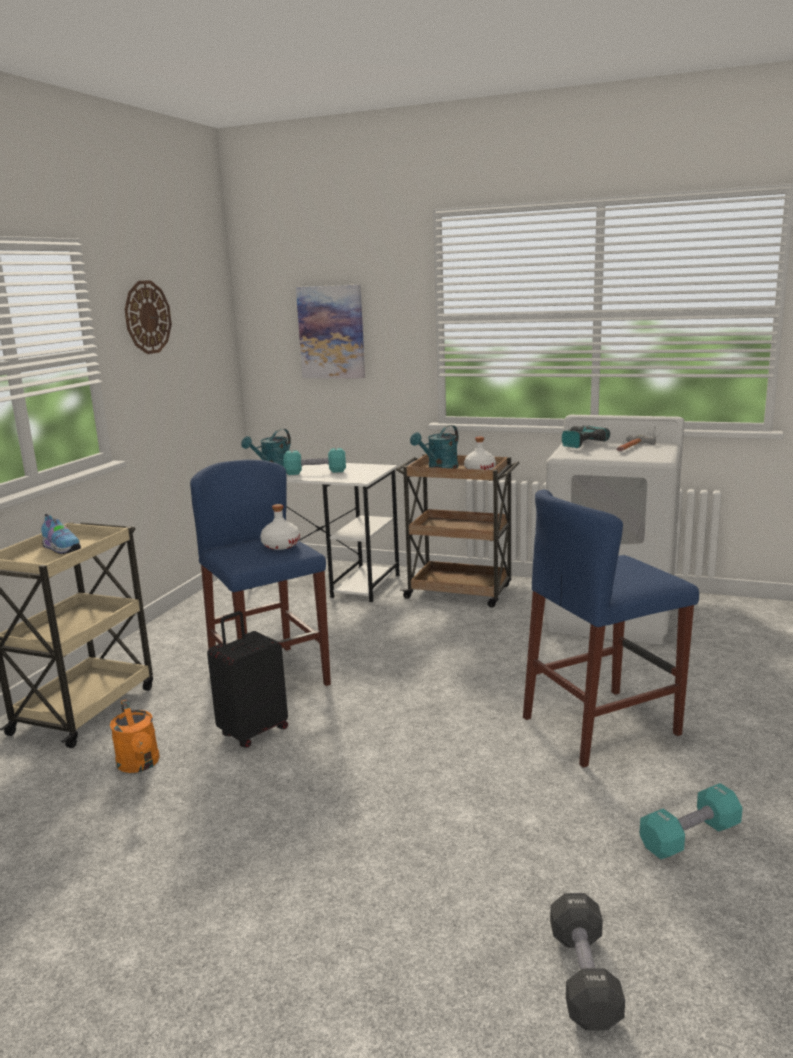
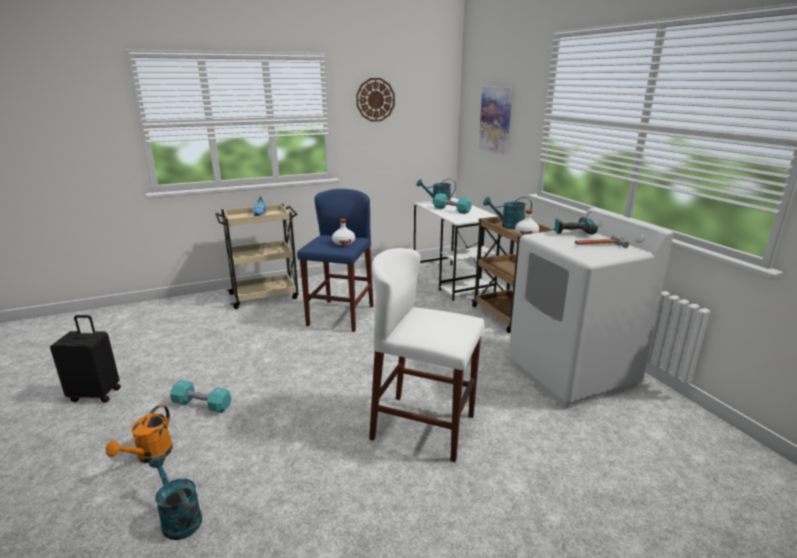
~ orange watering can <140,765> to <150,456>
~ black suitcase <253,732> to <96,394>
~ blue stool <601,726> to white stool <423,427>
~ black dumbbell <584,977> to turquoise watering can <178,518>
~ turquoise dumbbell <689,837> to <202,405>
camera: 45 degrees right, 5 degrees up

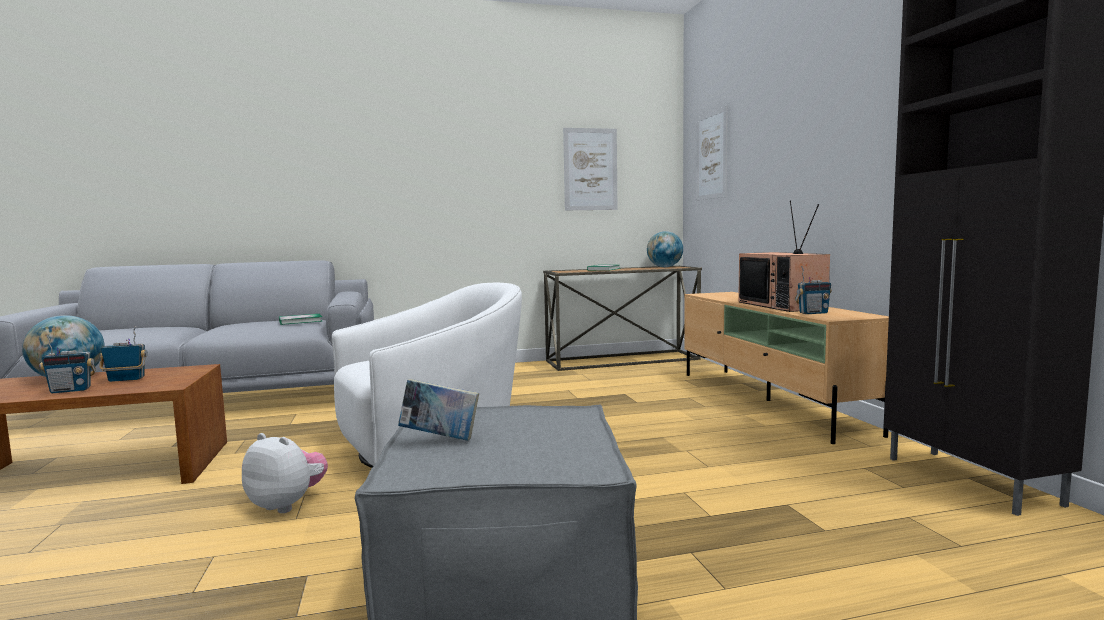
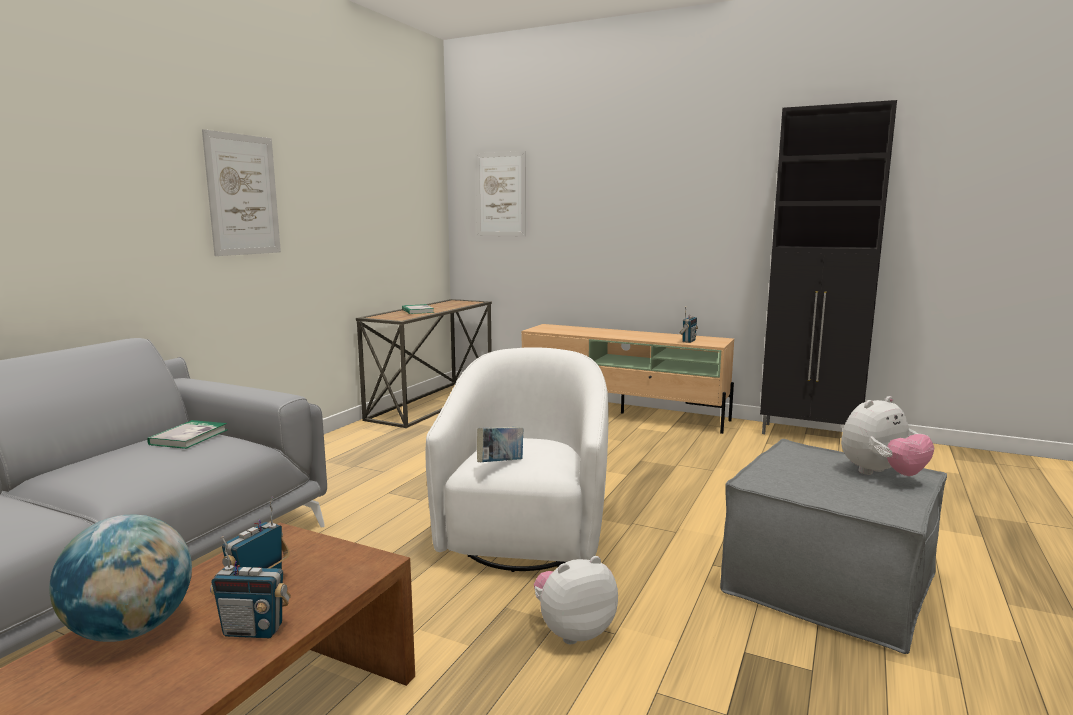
~ radio <71,390> = <253,630> 75 degrees clockwise
~ book <440,438> to <500,463>
~ picture <590,169> to <243,195>
- globe <664,267>
- television <783,305>
+ plush toy <881,474>
camera: 50 degrees left, 5 degrees up

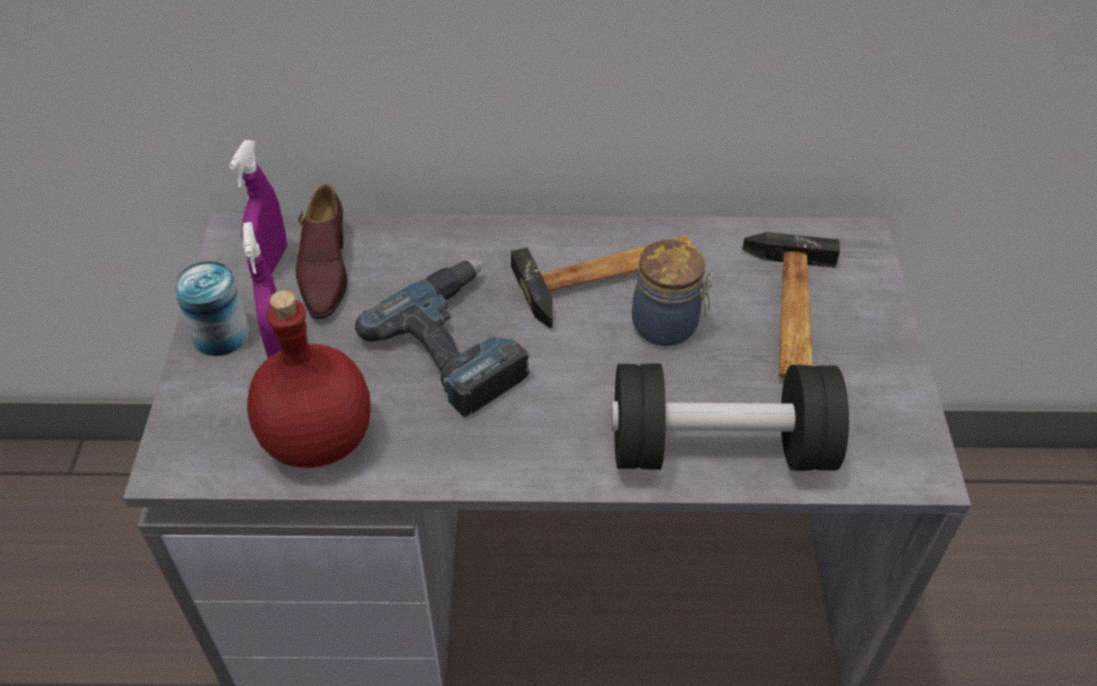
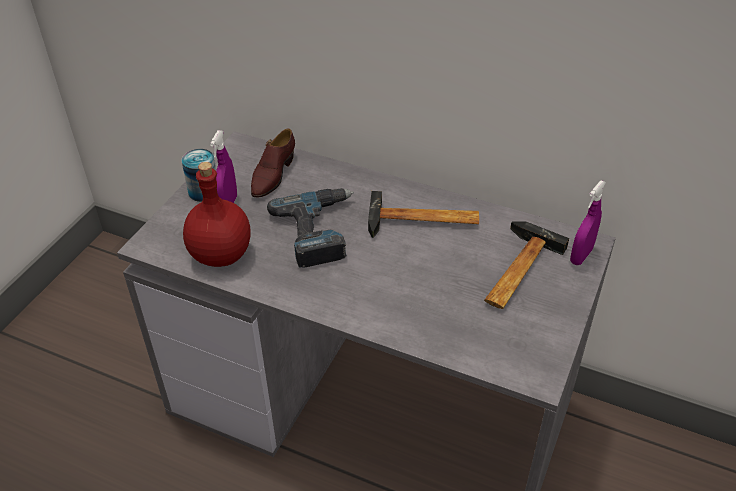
~ purple spray bottle <271,261> to <581,256>
- black dumbbell <719,447>
- jar <667,326>
camera: 25 degrees right, 5 degrees down

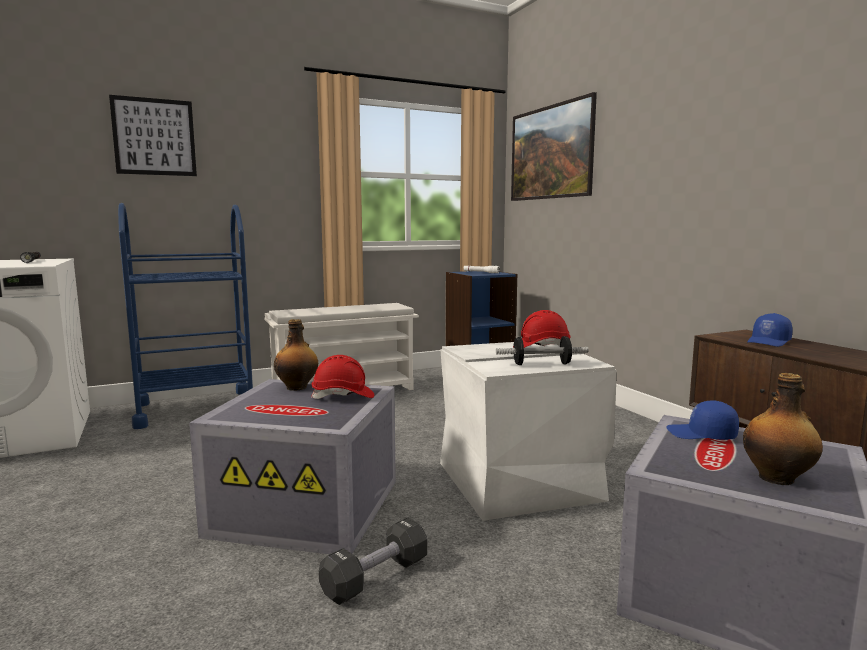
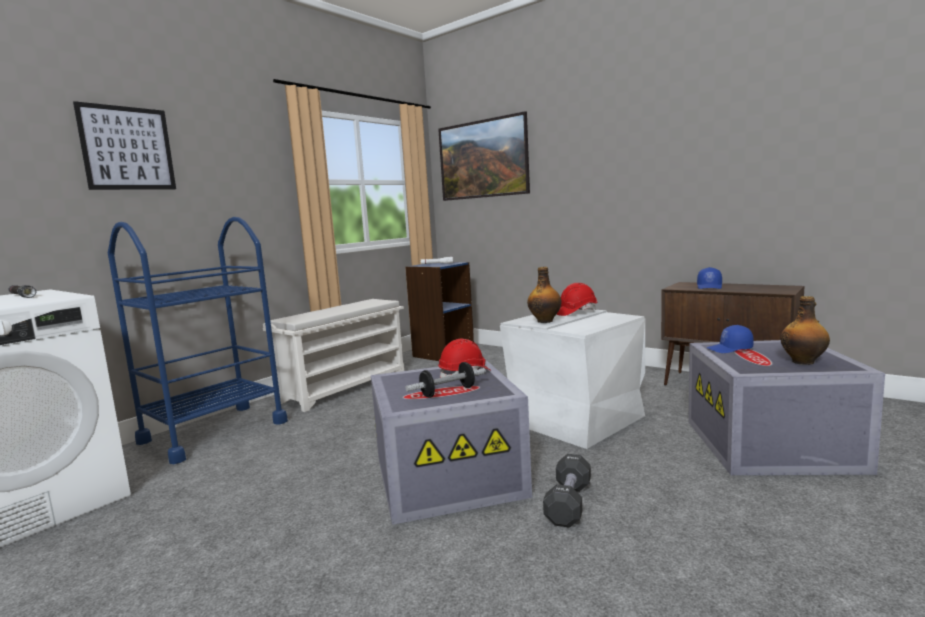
~ bottle <297,387> to <545,321>
~ dumbbell <541,364> to <447,392>
camera: 25 degrees left, 0 degrees up

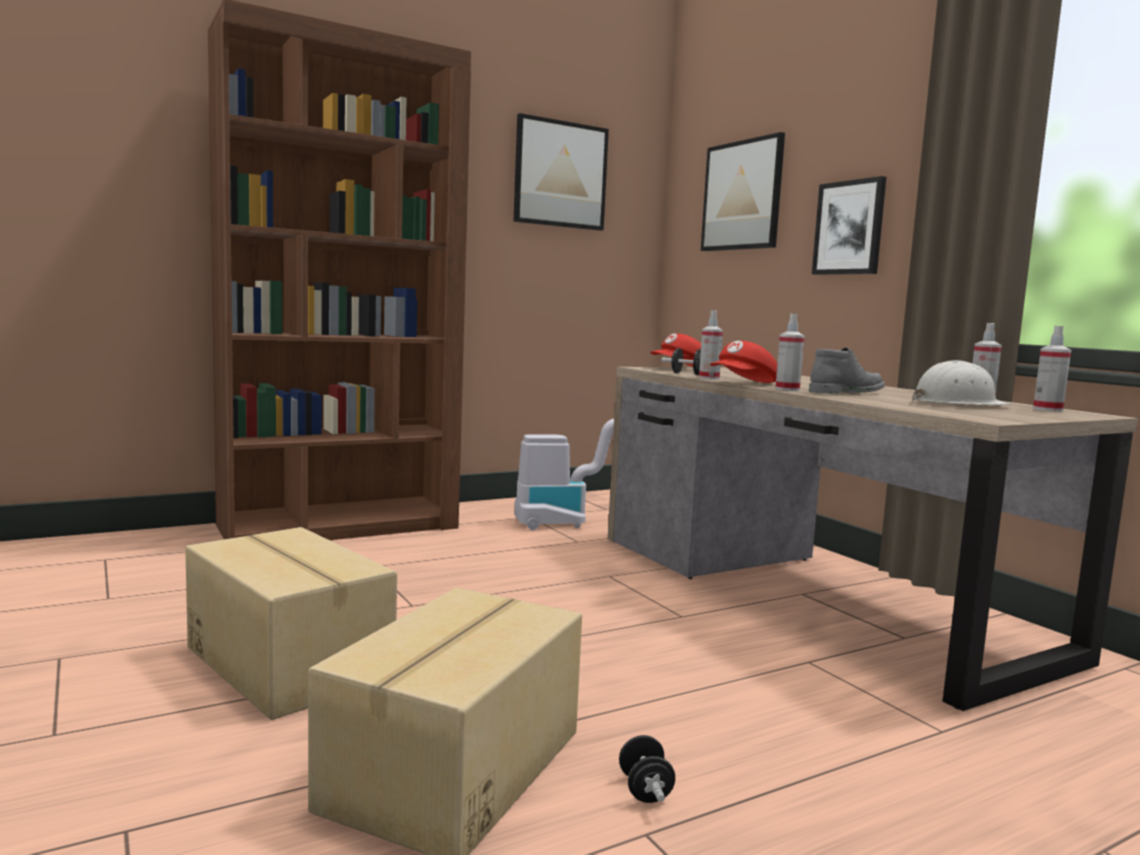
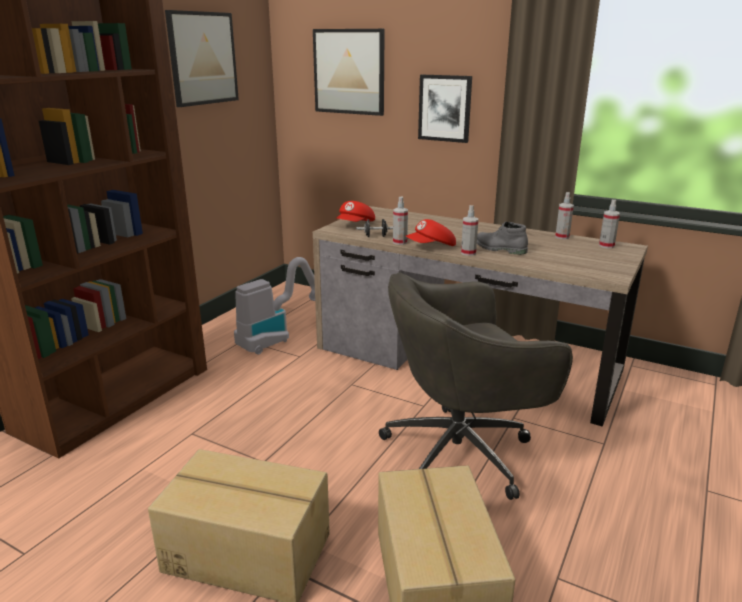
- black dumbbell <645,790>
~ red cap <744,383> = <431,247> 45 degrees clockwise
~ grey boot <845,393> = <499,249> 90 degrees counterclockwise
- white hard hat <957,404>
+ grey office chair <461,453>
camera: 30 degrees left, 15 degrees up

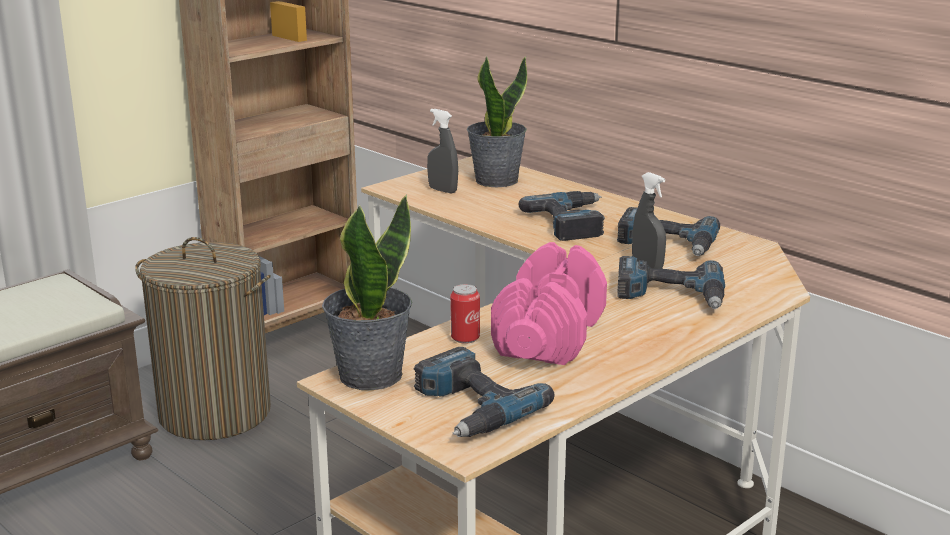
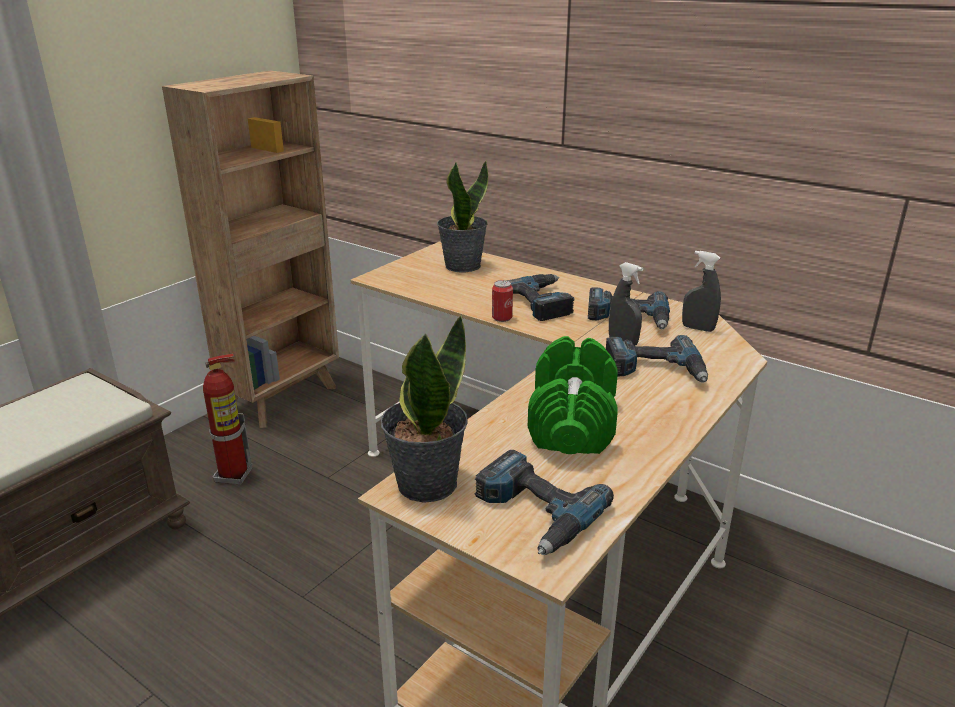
~ laundry basket <215,413> to fire extinguisher <234,475>
~ grey spray bottle <442,190> to <698,328>
~ can <465,338> to <502,318>
~ pink dumbbell <549,336> to green dumbbell <572,422>
camera: 10 degrees left, 5 degrees up

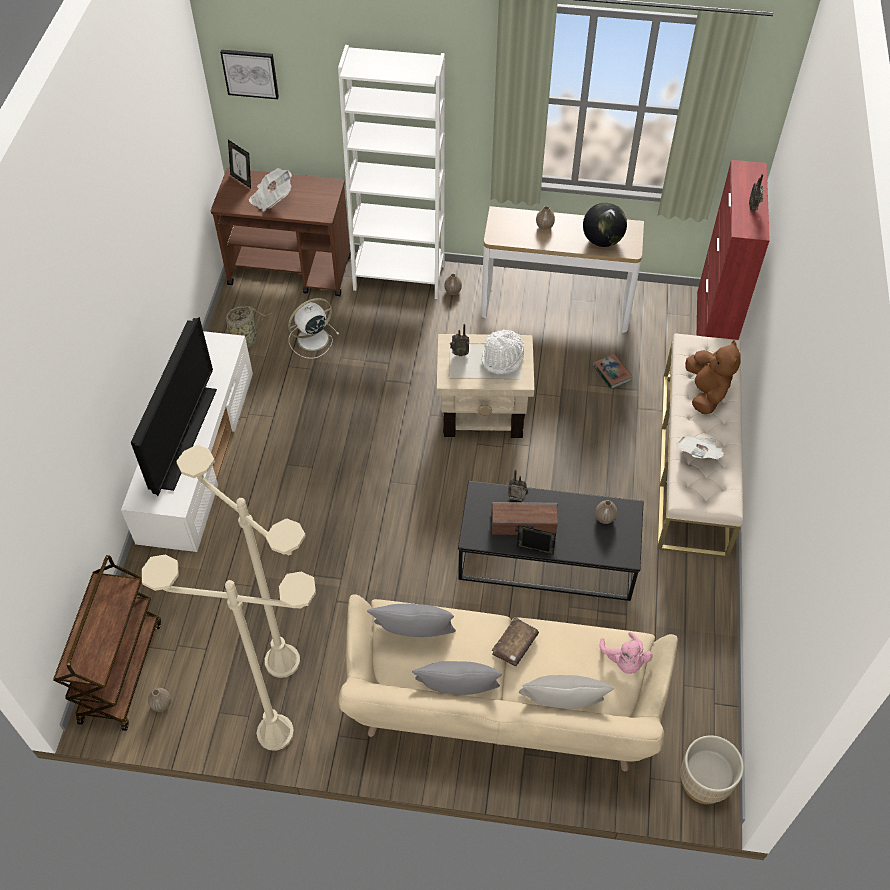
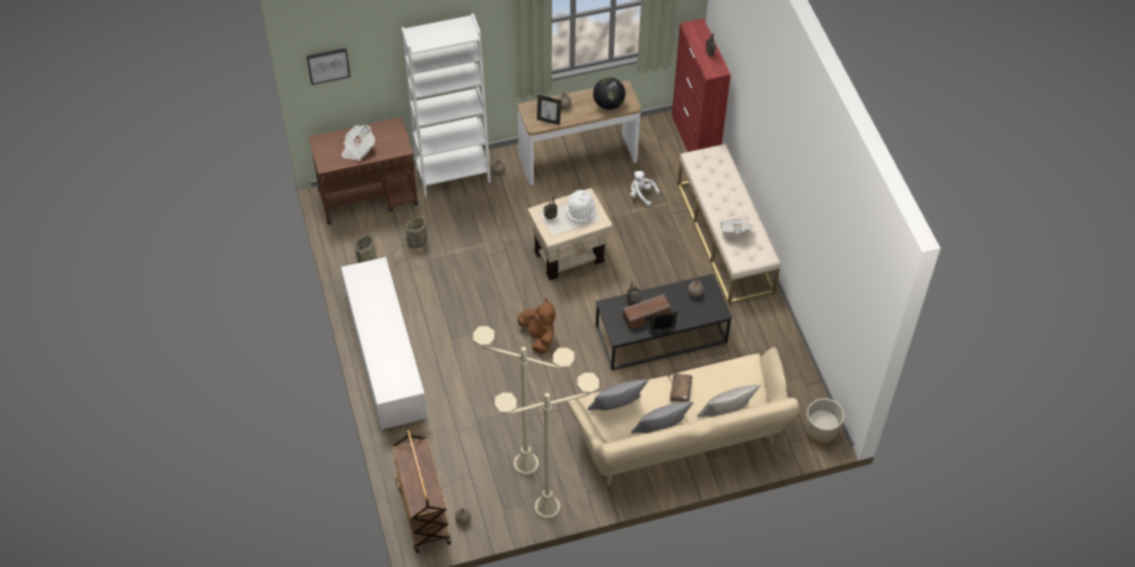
- television <184,437>
~ picture frame <242,180> to <548,120>
~ white fan <311,339> to basket <416,244>
~ book <612,373> to white plush toy <641,195>
- pink plush toy <624,660>
~ brown plush toy <706,393> to <538,337>
camera: 25 degrees left, 0 degrees up

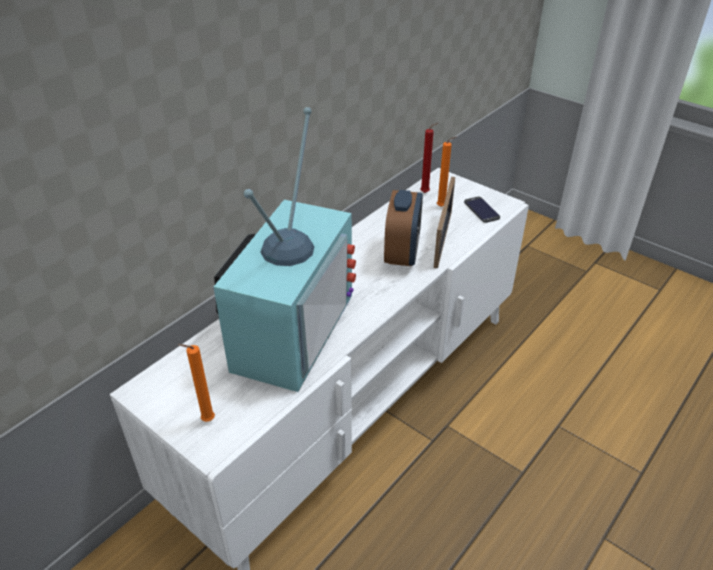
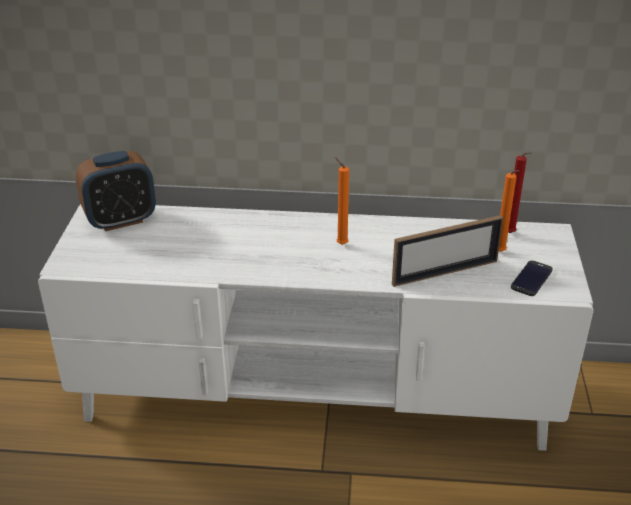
~ orange candle <206,420> to <340,244>
- television <287,328>
~ alarm clock <402,254> to <121,220>
camera: 55 degrees right, 5 degrees down

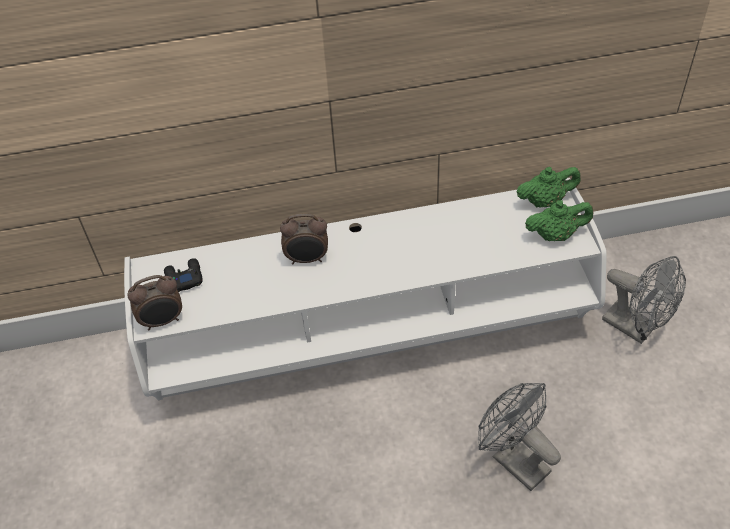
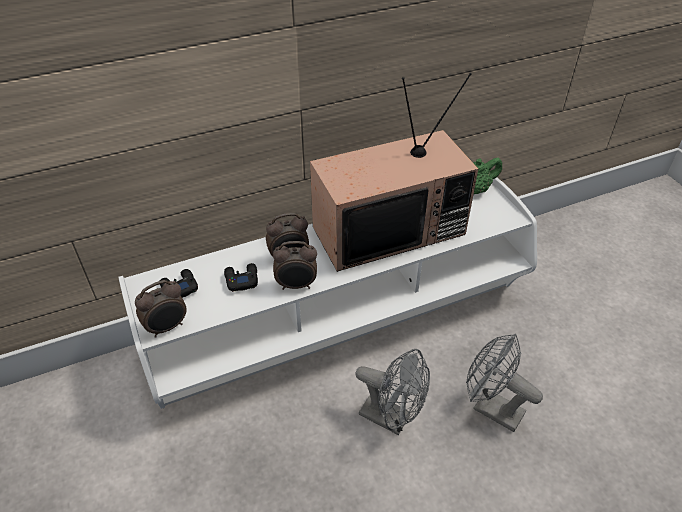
- green teapot <555,235>
~ grey fan <636,328> to <392,418>
+ black game controller <241,280>
+ alarm clock <296,285>
+ television <389,228>
camera: 15 degrees left, 5 degrees down

